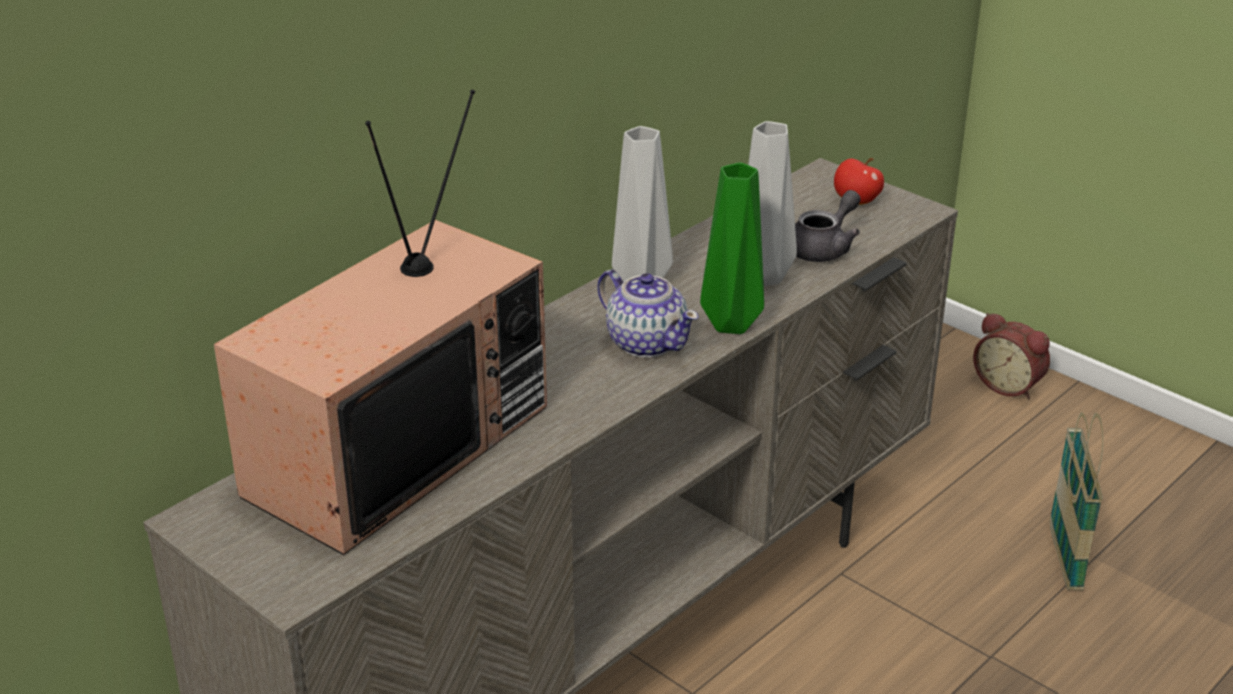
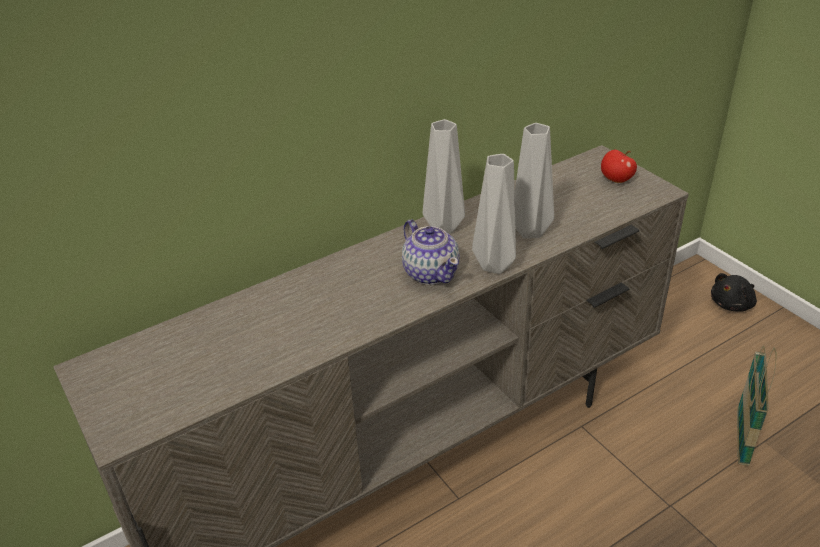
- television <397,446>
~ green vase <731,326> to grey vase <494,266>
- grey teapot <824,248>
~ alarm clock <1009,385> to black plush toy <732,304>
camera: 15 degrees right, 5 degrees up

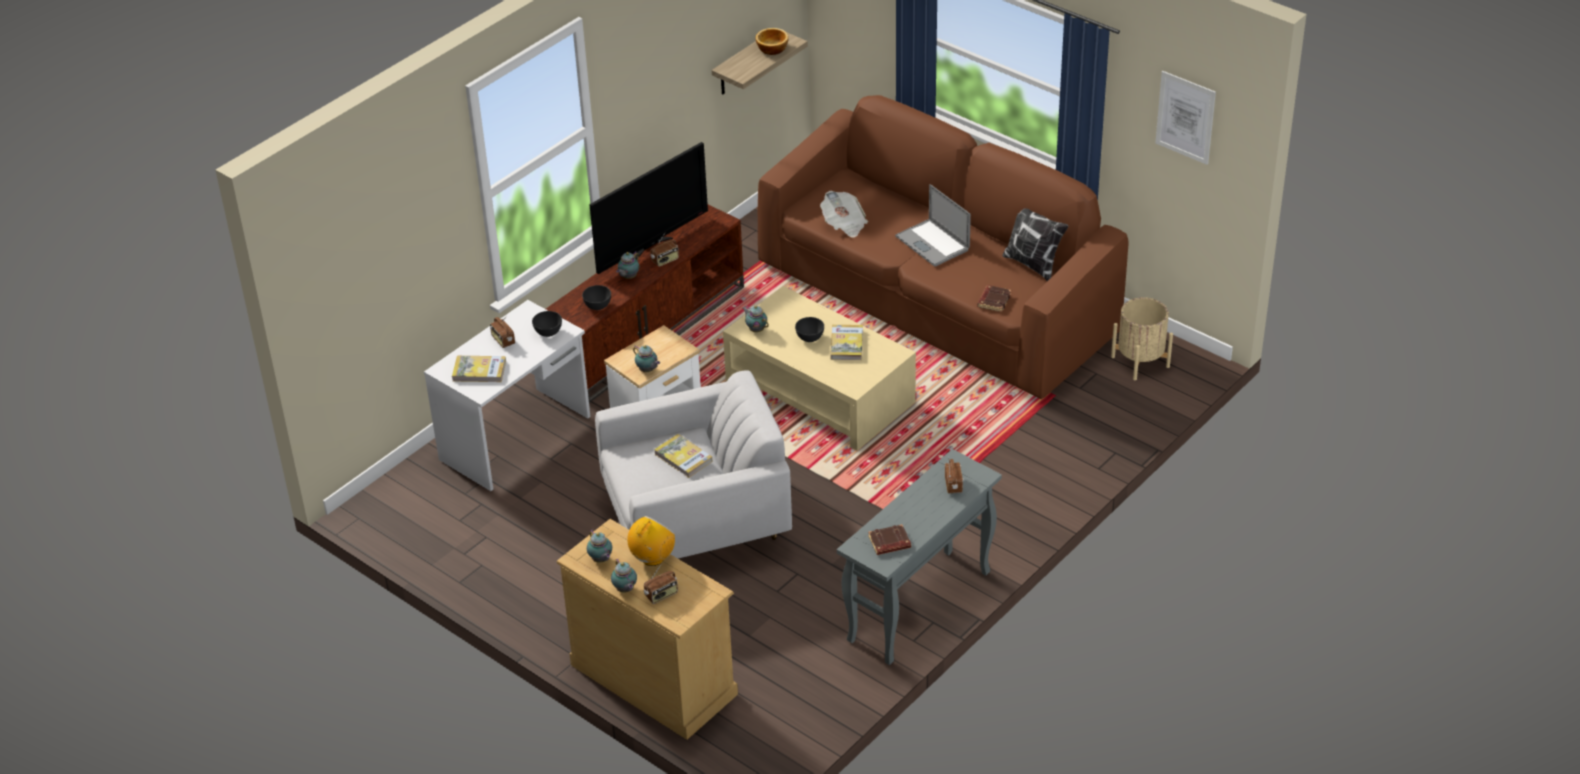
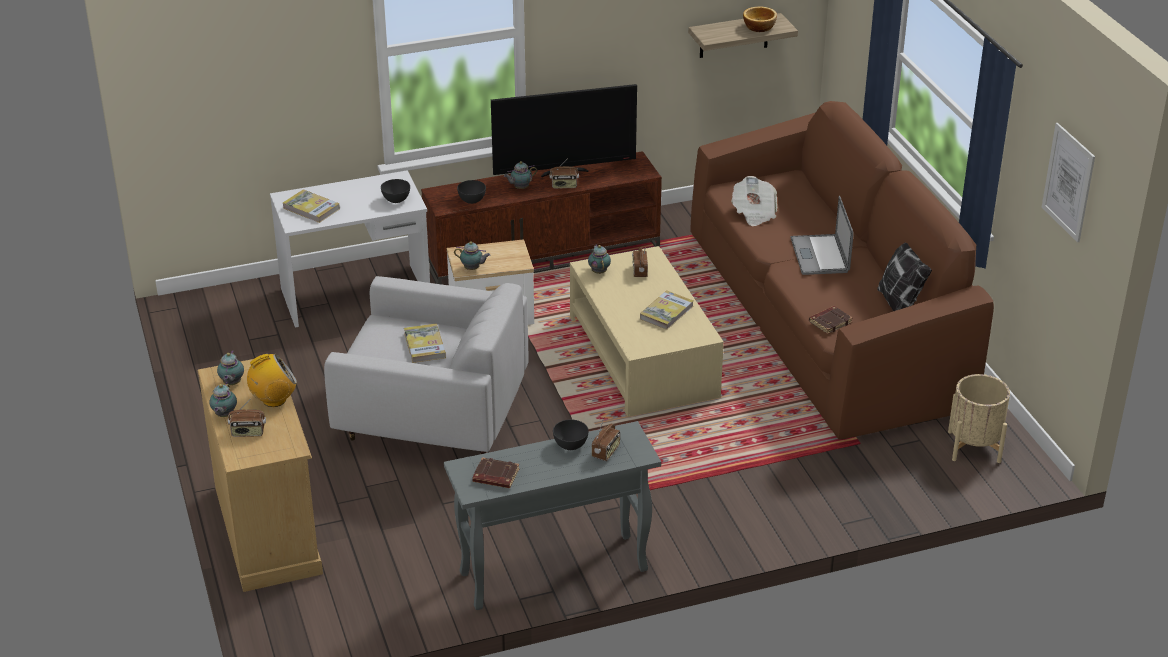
~ radio <503,340> to <639,271>
~ teapot <647,370> = <473,269> 60 degrees counterclockwise
~ grey bowl <810,338> to <571,445>
camera: 30 degrees right, 5 degrees down

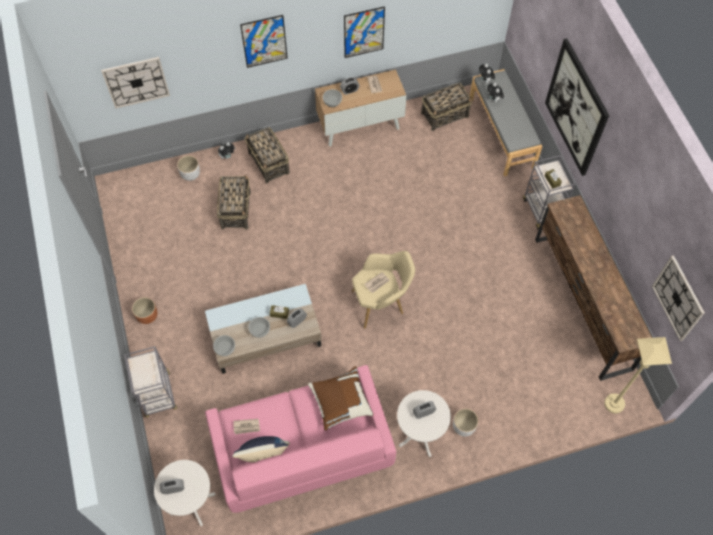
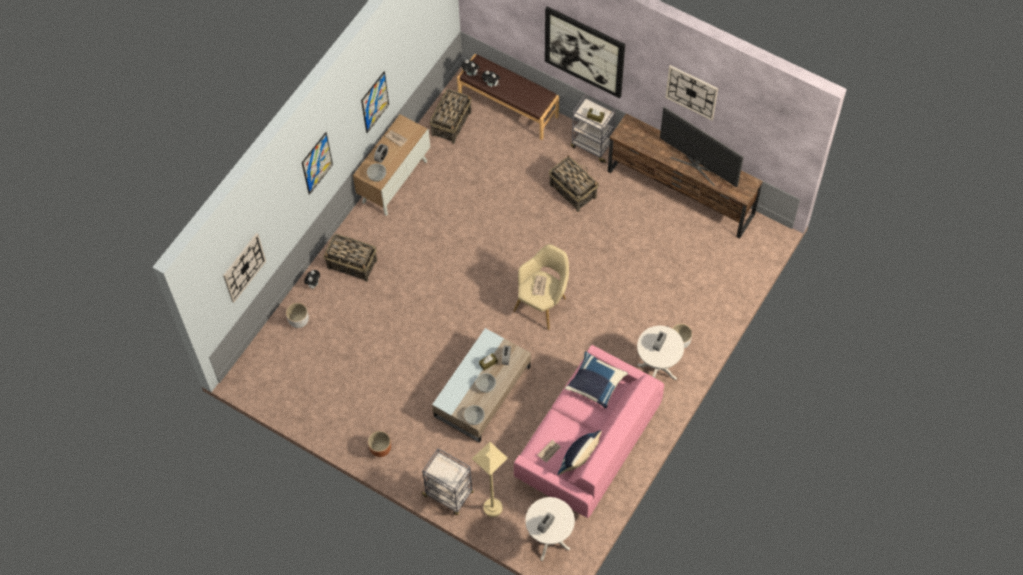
~ basket <236,209> to <572,191>
~ brown pillow <340,402> to blue pillow <595,384>
~ grey bench <502,133> to brown bench <508,106>
~ beige floor lamp <614,403> to <492,508>
~ wall clock <678,298> to <691,92>
+ television <697,166>
camera: 40 degrees left, 0 degrees up

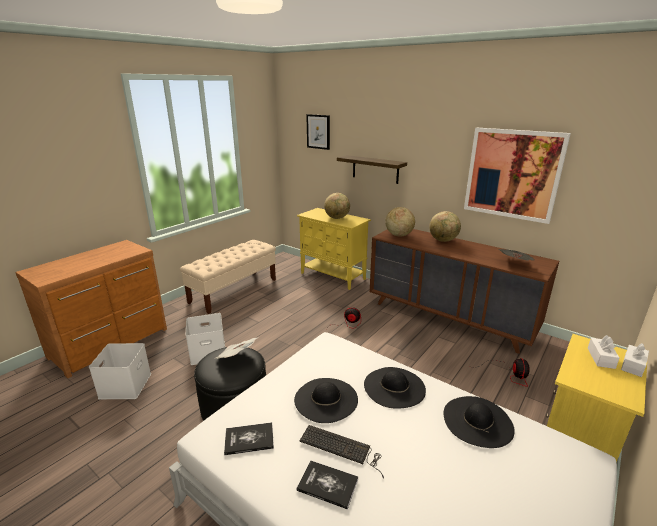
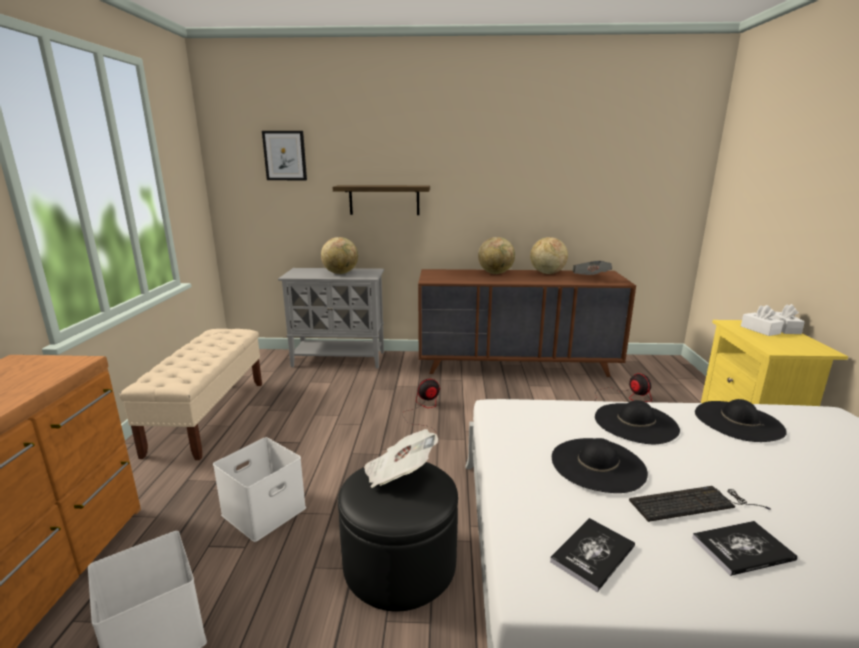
~ yellow cabinet <333,276> to grey cabinet <339,359>
~ globe <399,235> to <547,273>
- picture <512,174>
camera: 35 degrees left, 5 degrees down

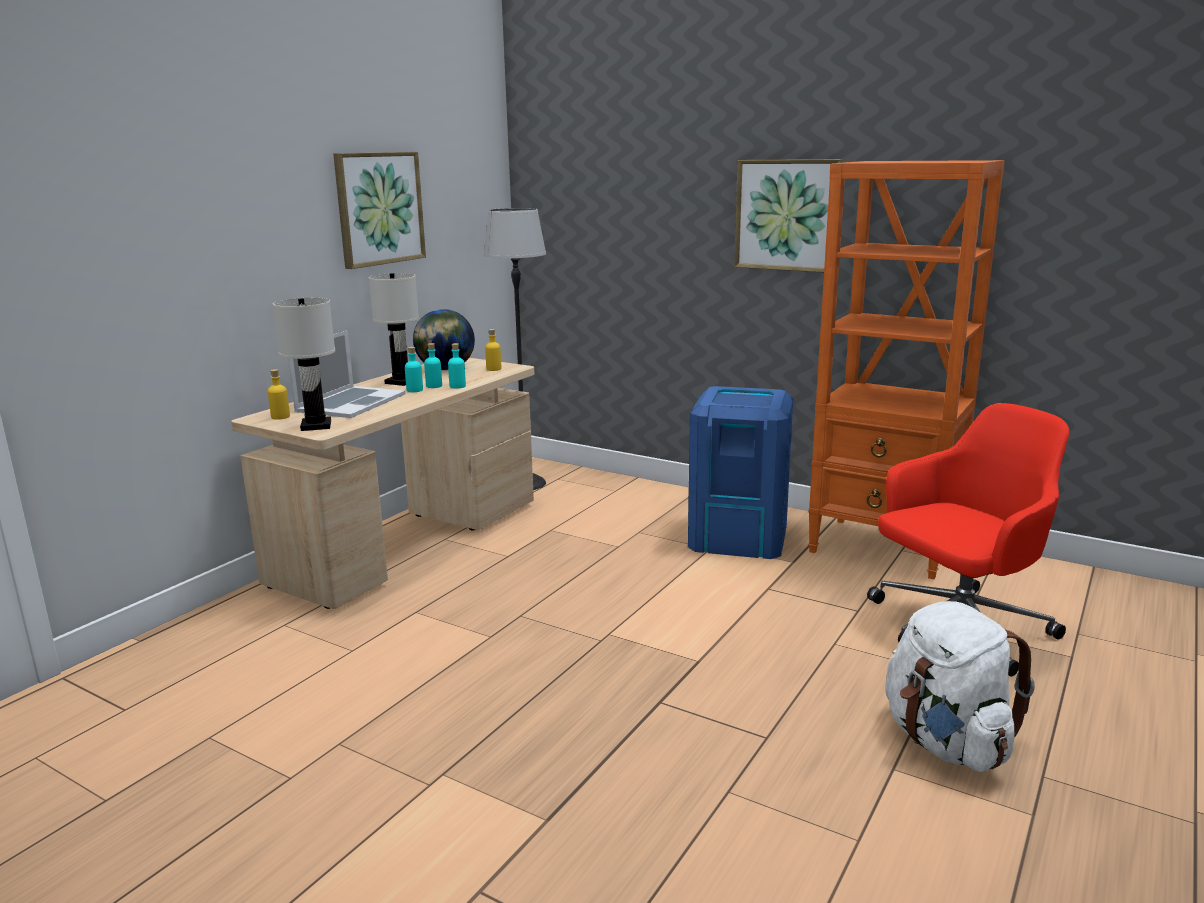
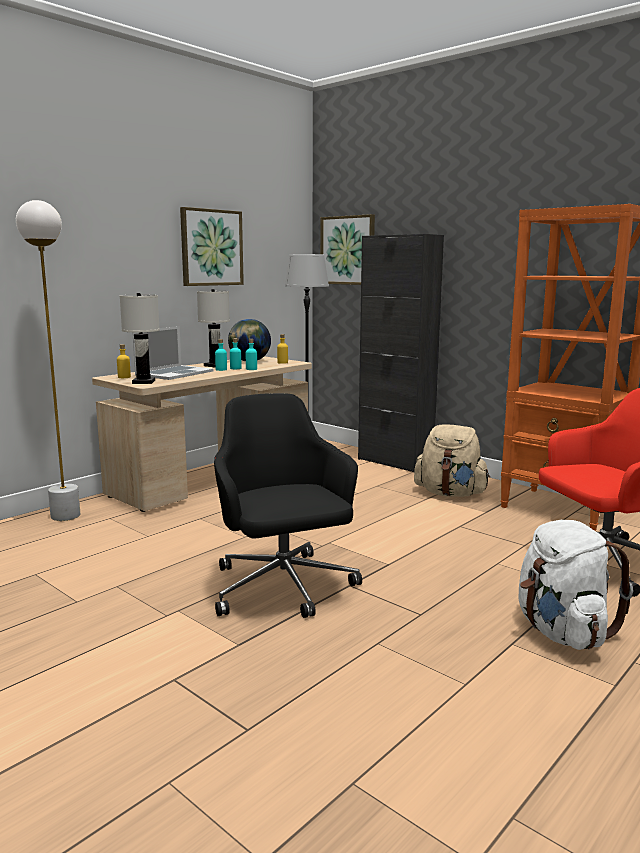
~ blue trash can <738,536> to beige backpack <450,494>
~ picture <788,215> to <348,250>
+ white floor lamp <65,516>
+ black office chair <283,588>
+ black cabinet <395,462>
camera: 10 degrees right, 5 degrees down

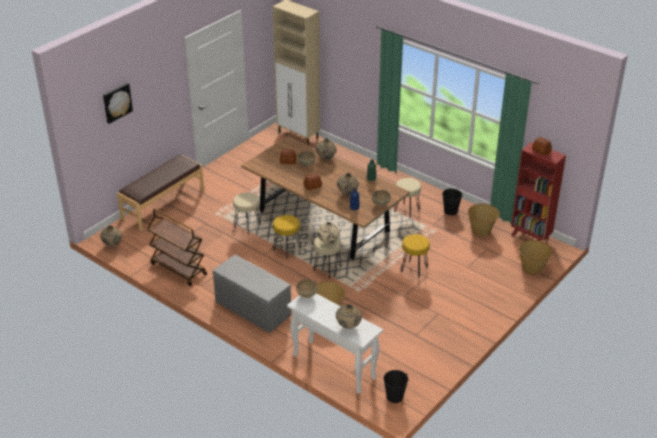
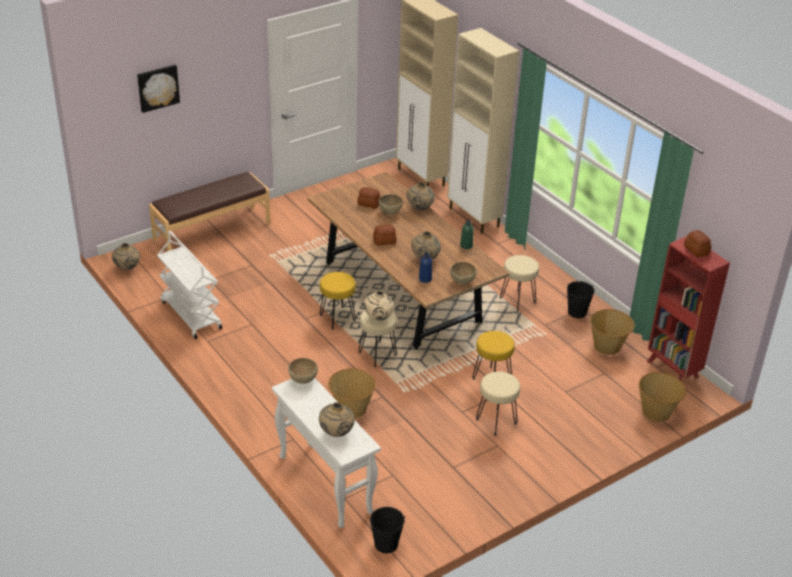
~ brown cart <178,269> to white cart <190,315>
- grey bench <252,308>
~ beige stool <247,226> to <495,421>
+ beige cabinet <474,218>
camera: 15 degrees right, 0 degrees up

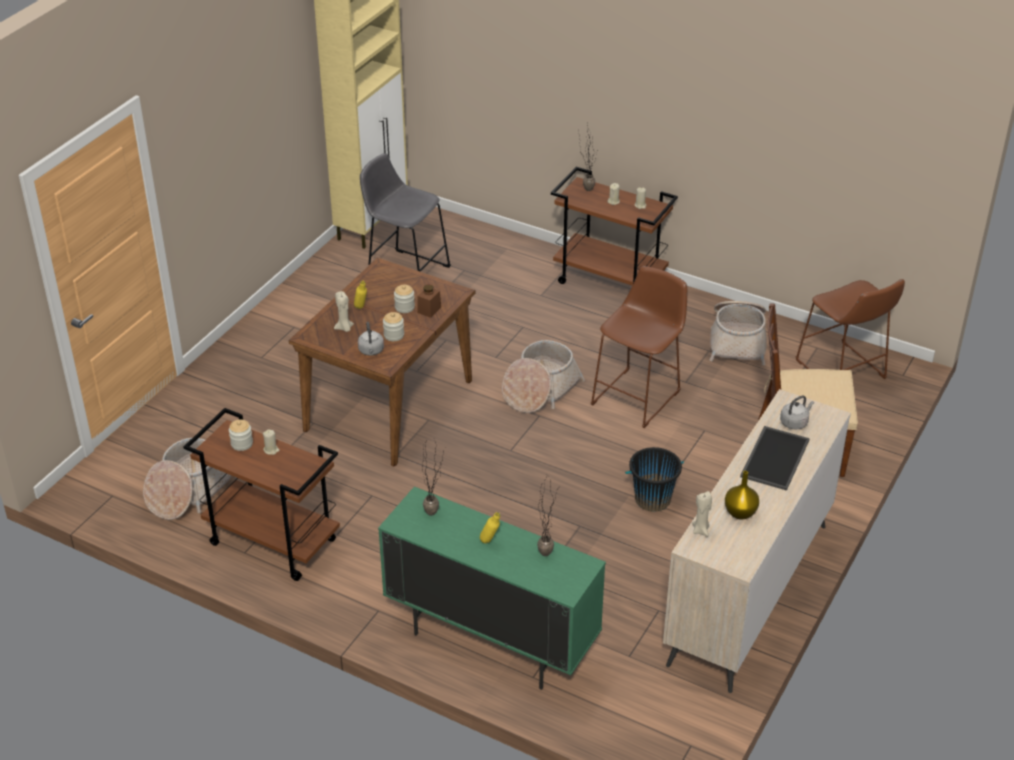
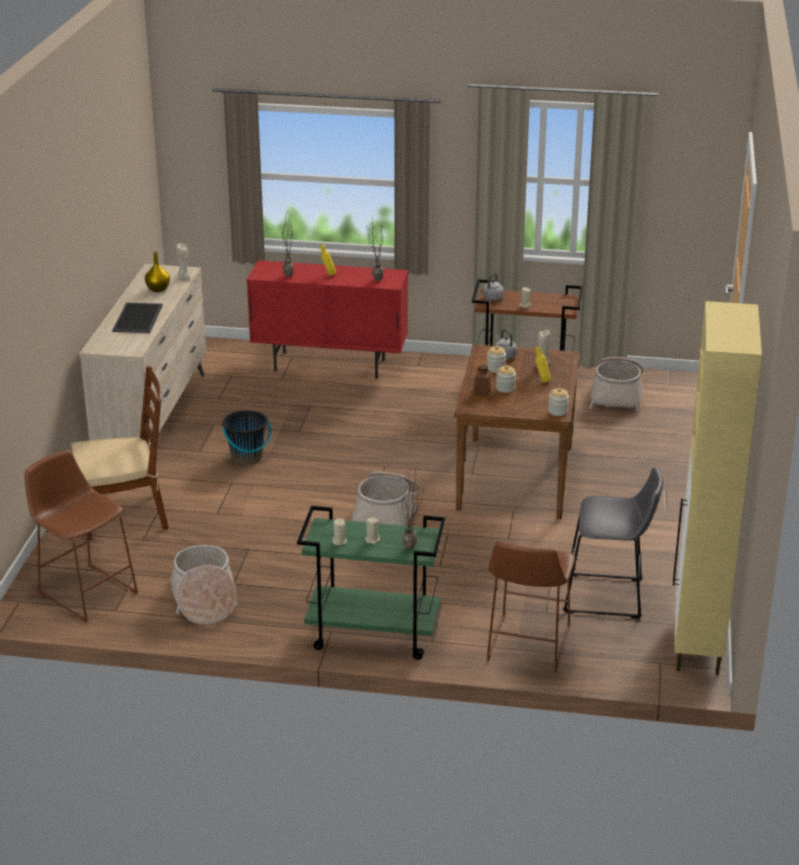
~ jar <242,444> to <558,411>
~ green cabinet <491,641> to red cabinet <330,365>
~ brown cart <610,281> to green cart <371,635>
~ brown stool <639,395> to <526,647>
~ grey kettle <795,422> to <492,299>
camera: 160 degrees right, 10 degrees down

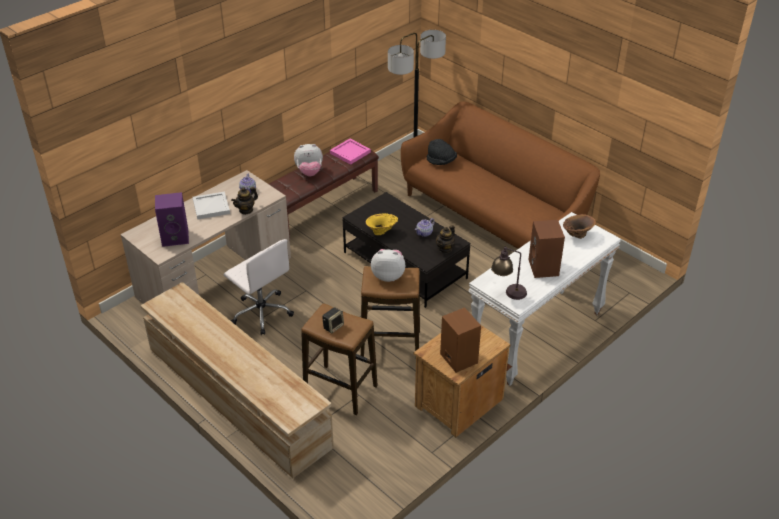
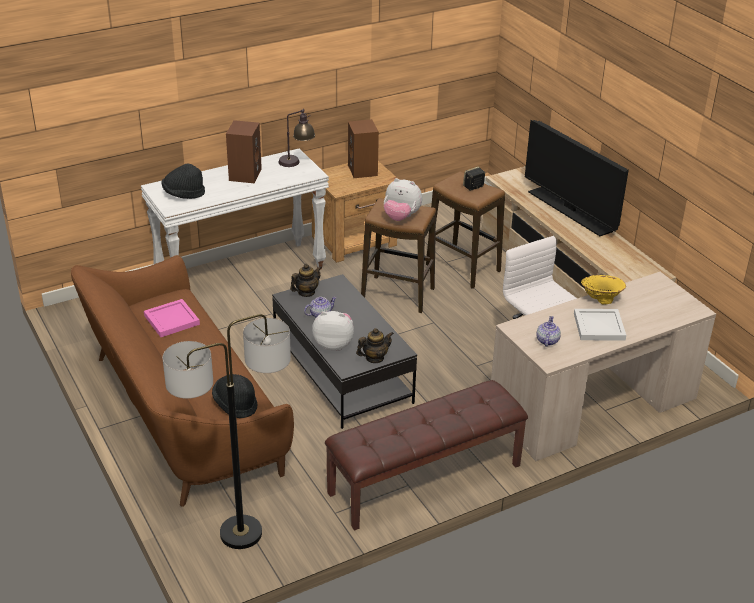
- purple speaker <176,237>
~ teapot <246,210> to <374,358>
~ plush toy <309,172> to <334,344>
~ pink tray <349,153> to <172,320>
~ yellow vase <382,232> to <600,300>
~ brown vase <576,235> to black hat <183,194>
+ television <570,211>
camera: 165 degrees left, 5 degrees down

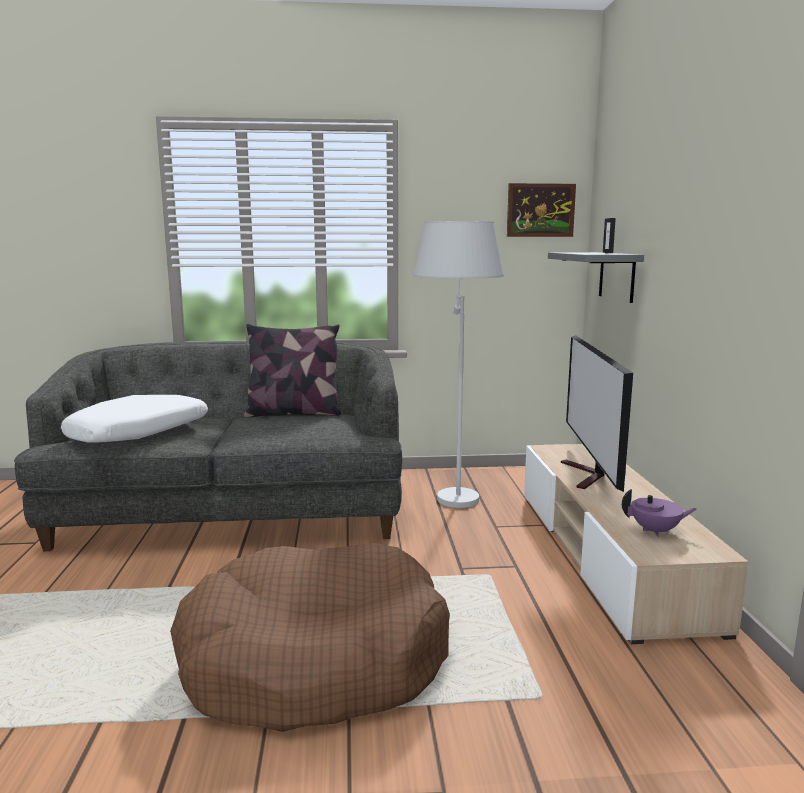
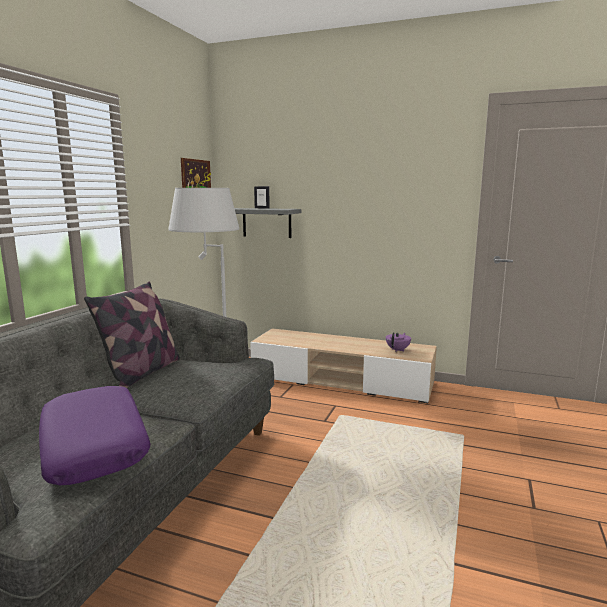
~ white pillow <139,433> to purple pillow <95,445>
- brown dog bed <314,660>
- television <588,476>
camera: 65 degrees left, 0 degrees up

